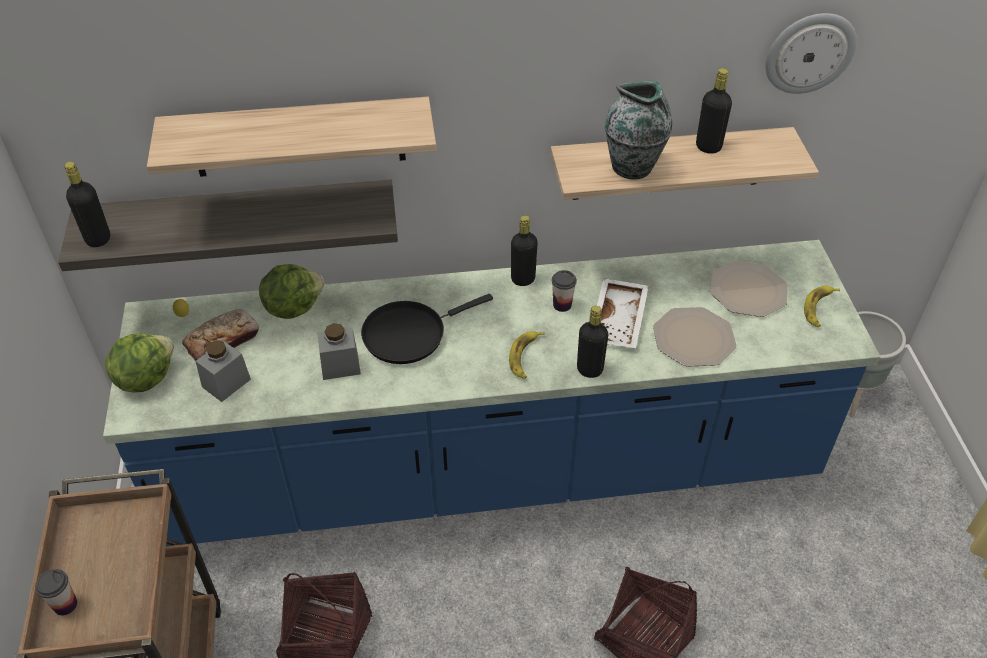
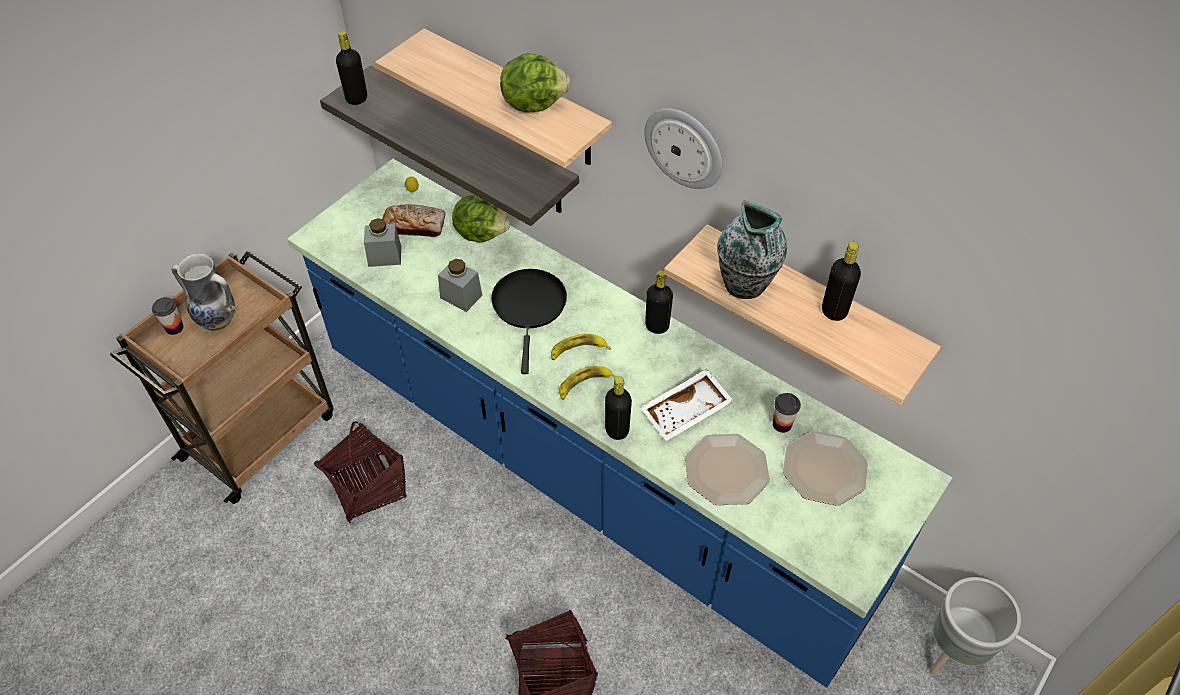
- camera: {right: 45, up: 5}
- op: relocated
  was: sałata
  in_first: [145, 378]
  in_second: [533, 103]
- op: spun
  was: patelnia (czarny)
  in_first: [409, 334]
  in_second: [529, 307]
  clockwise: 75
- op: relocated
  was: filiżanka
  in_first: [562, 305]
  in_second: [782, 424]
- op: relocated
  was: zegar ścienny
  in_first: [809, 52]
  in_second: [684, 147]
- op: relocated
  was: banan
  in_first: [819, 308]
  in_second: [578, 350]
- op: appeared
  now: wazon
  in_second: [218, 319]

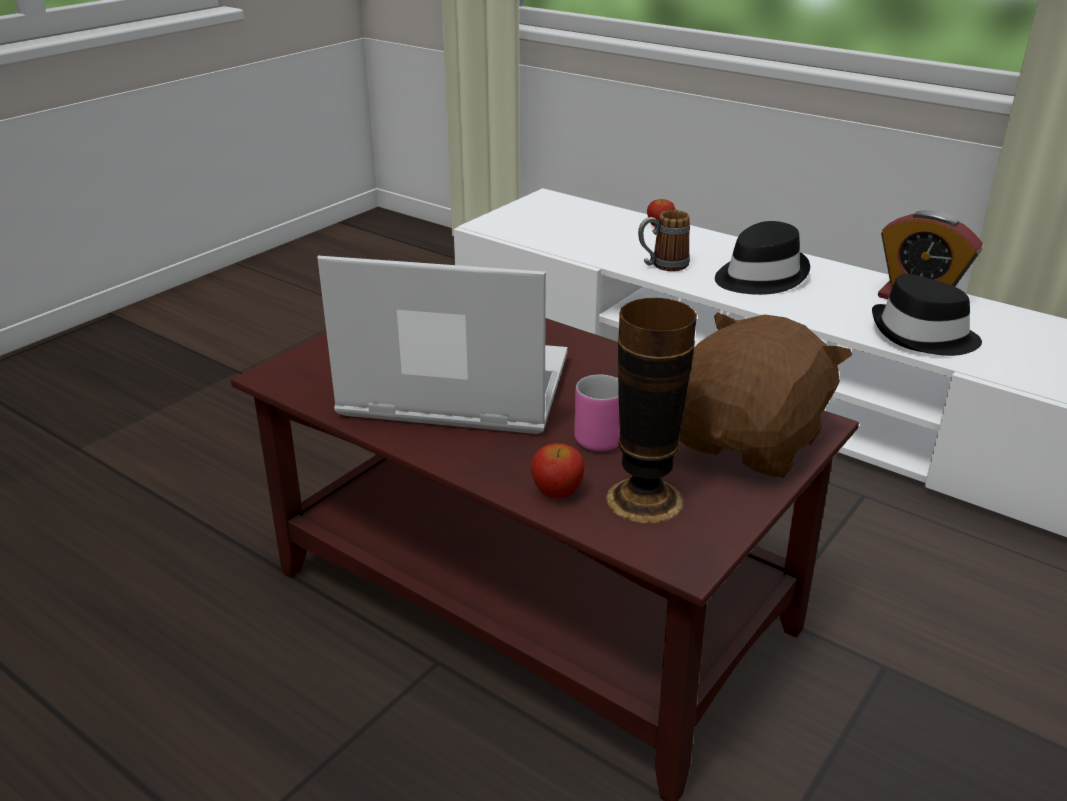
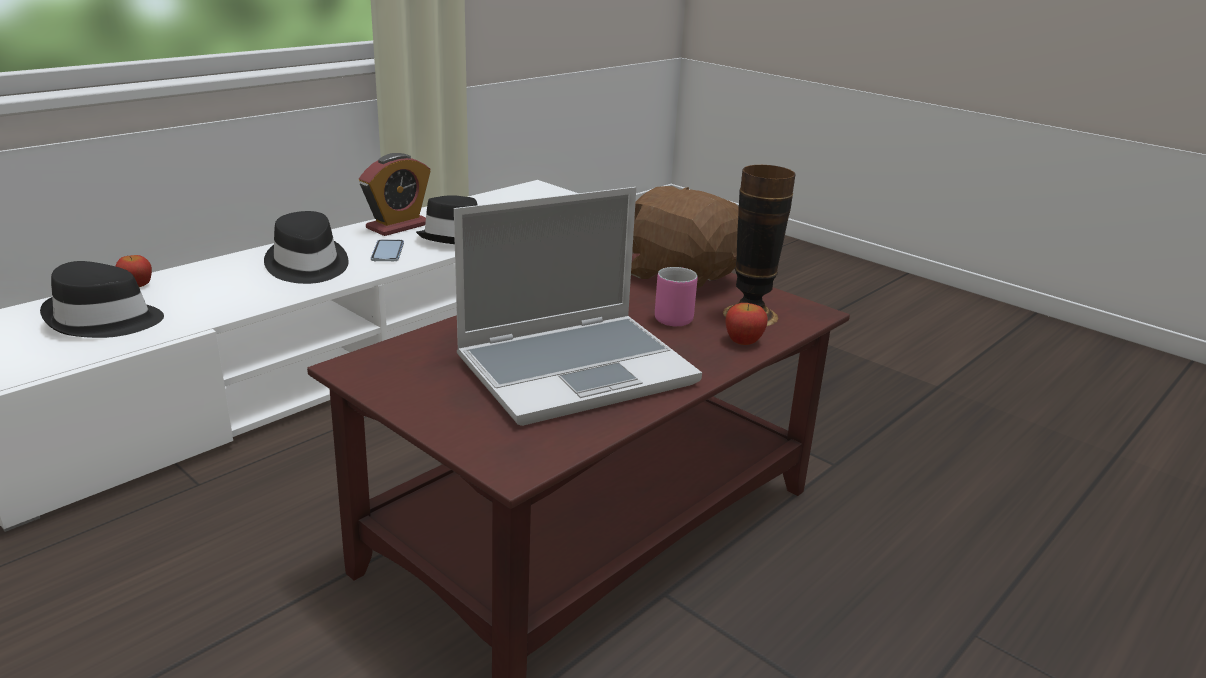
- camera: {right: -85, up: -5}
- op: spun
  was: laptop
  in_first: [452, 389]
  in_second: [577, 369]
  clockwise: -135
- op: missing
  was: kubek
  in_first: [662, 265]
- op: appeared
  now: kapelusz (czarny)
  in_second: [103, 320]
- op: appeared
  now: telefon
  in_second: [387, 252]

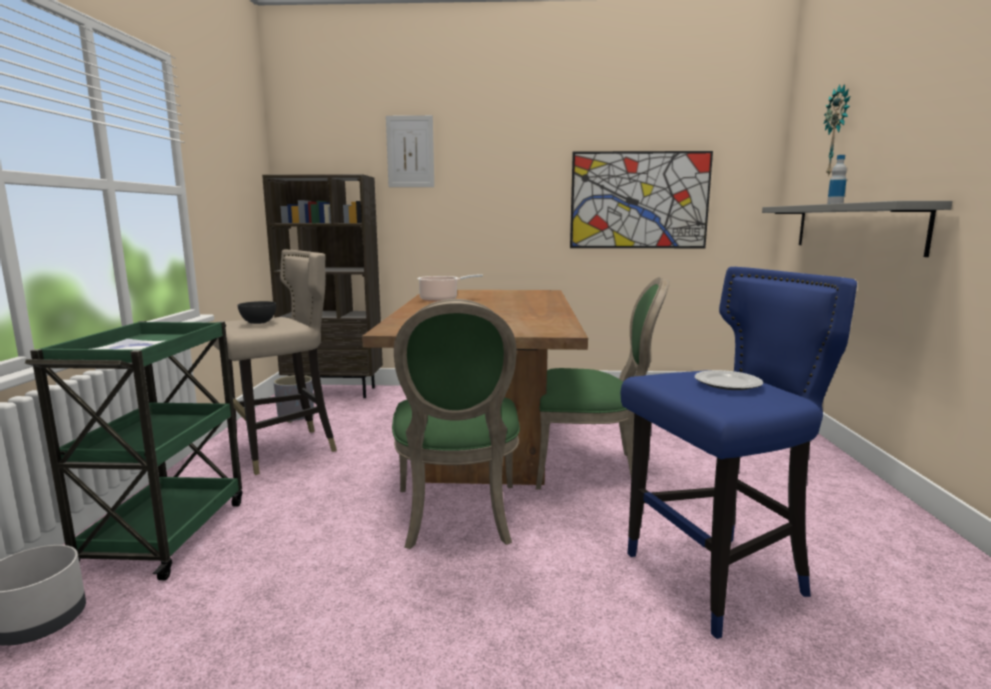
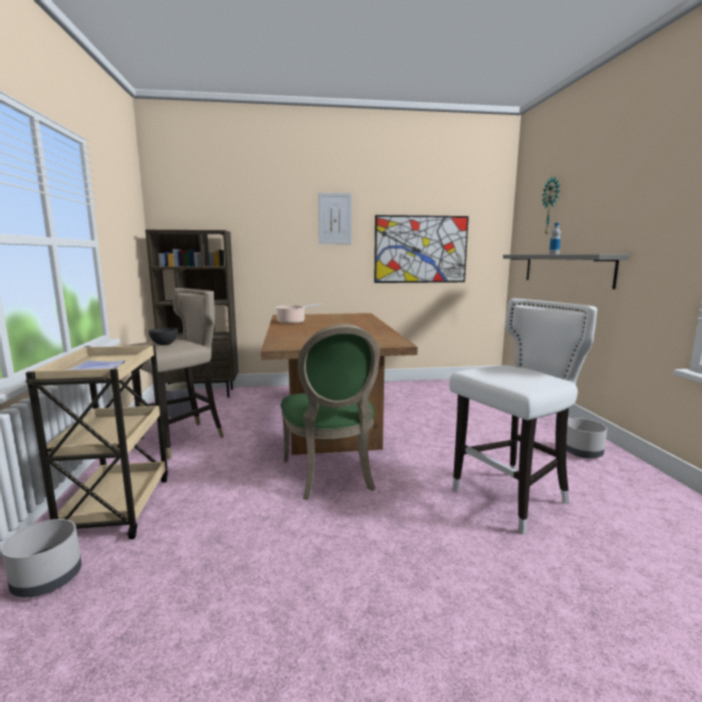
- camera: {right: -10, up: 0}
- op: colour
  was: wózek (zielony)
  now: wózek (beżowy)
  in_first: [166, 534]
  in_second: [118, 506]
- op: relocated
  was: obraz
  in_first: [410, 151]
  in_second: [335, 219]
- op: missing
  was: krzesło (zielony)
  in_first: [591, 468]
- op: colour
  was: stołek (niebieski)
  now: stołek (biały)
  in_first: [715, 580]
  in_second: [511, 499]
- op: missing
  was: talerz
  in_first: [727, 384]
- op: appeared
  now: donica (szary)
  in_second: [582, 453]

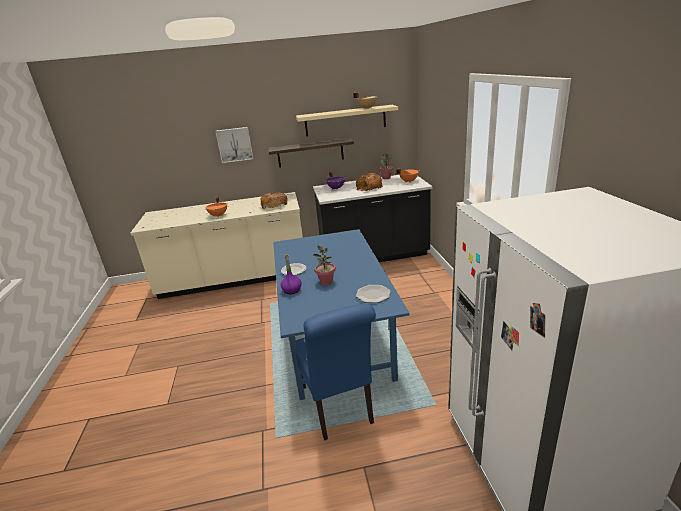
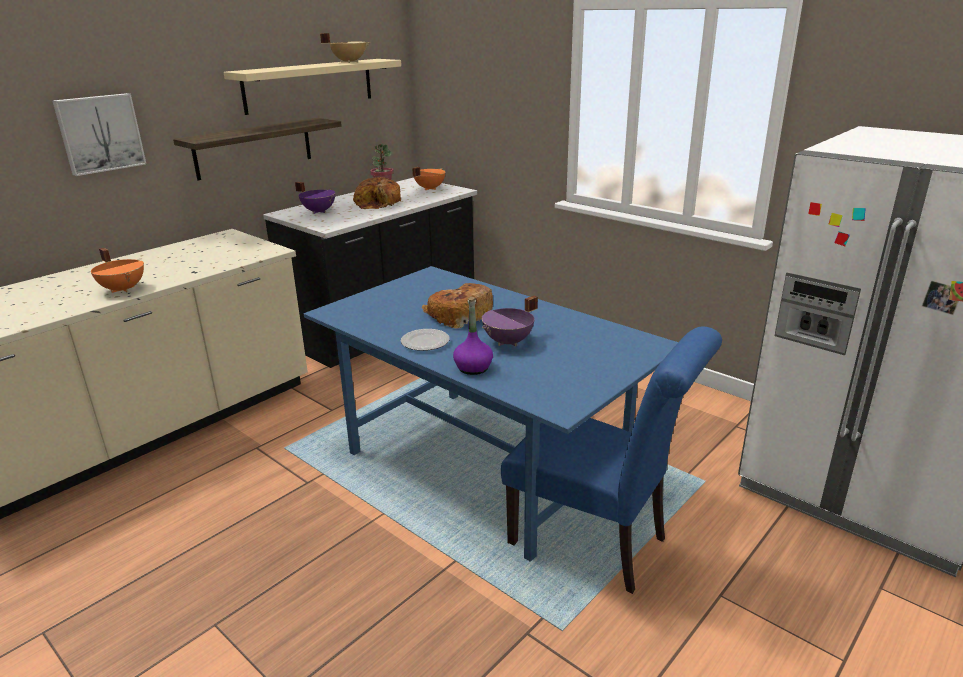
- camera: {right: -40, up: 0}
- op: relocated
  was: chleb
  in_first: [274, 205]
  in_second: [459, 315]
- op: exchanged
  was: roślina doniczkowa
  now: garnek (fioletowy)
  in_first: [326, 282]
  in_second: [509, 342]
- op: missing
  was: talerz
  in_first: [373, 294]

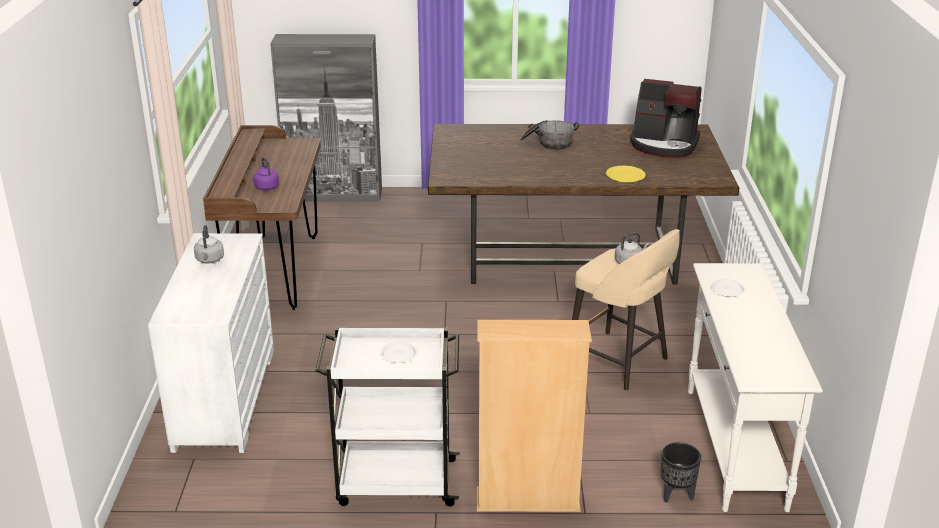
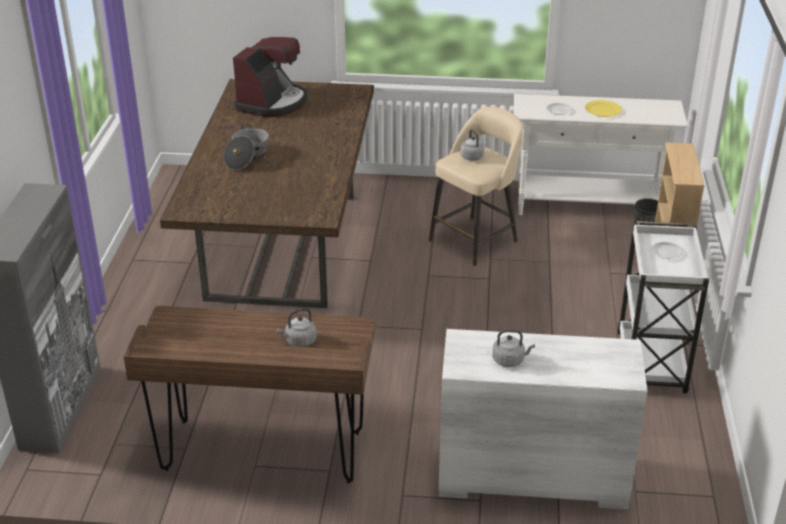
- camera: {right: -85, up: 5}
- op: colour
  was: czajnik (fioletowy)
  now: czajnik (szary)
  in_first: [266, 186]
  in_second: [299, 341]
- op: relocated
  was: talerz (żółty)
  in_first: [625, 176]
  in_second: [603, 110]

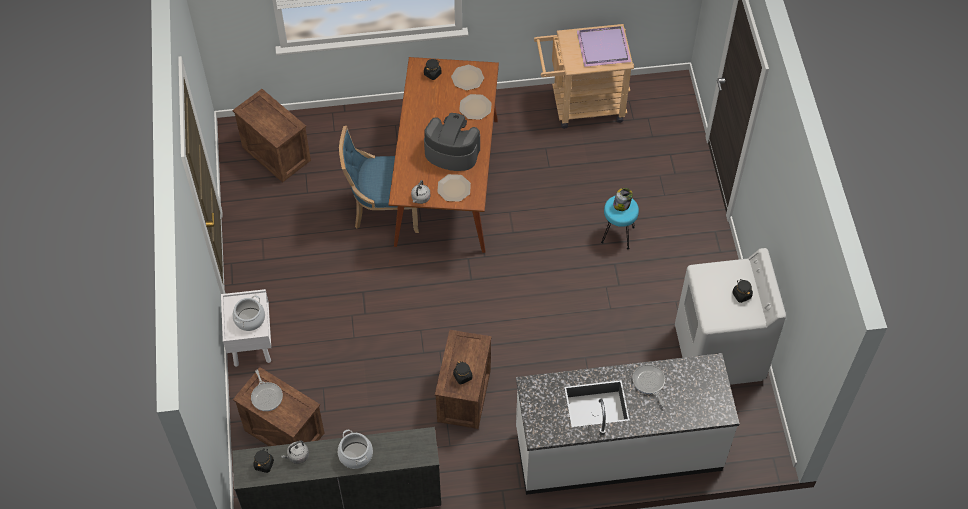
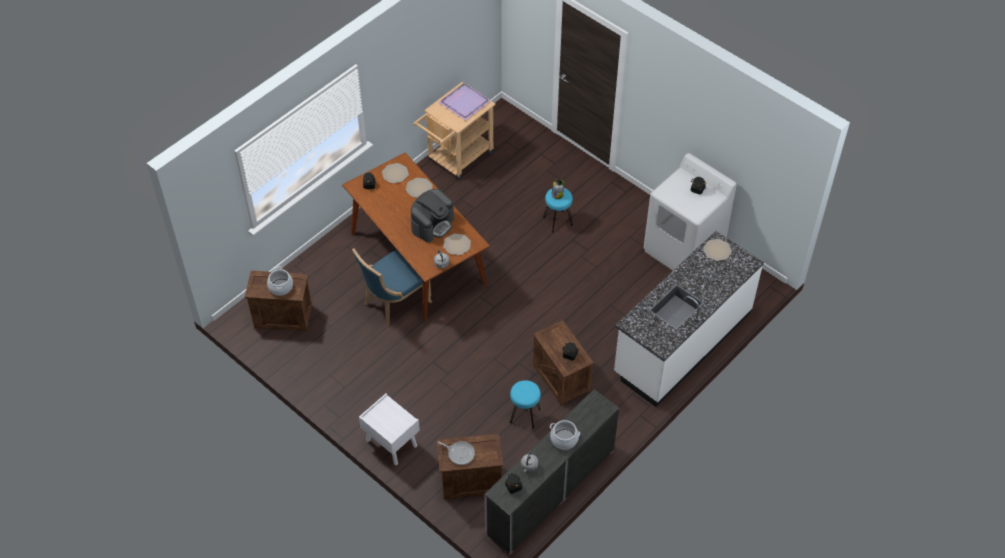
- camera: {right: -40, up: -5}
- op: relocated
  was: garnek
  in_first: [250, 319]
  in_second: [281, 287]
- op: spun
  was: ekspres do kawy
  in_first: [451, 152]
  in_second: [432, 224]
  clockwise: 150
- op: missing
  was: patelnia
  in_first: [649, 382]
- op: appeared
  now: stołek (turkusowy)
  in_second: [524, 415]
- op: appeared
  now: talerz
  in_second: [717, 250]

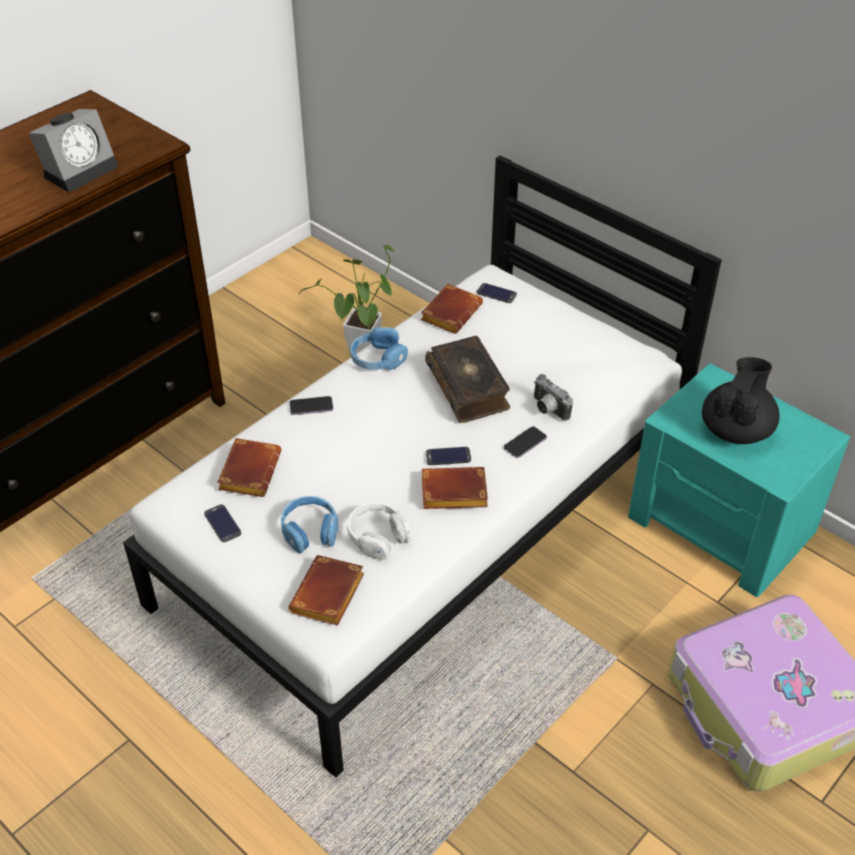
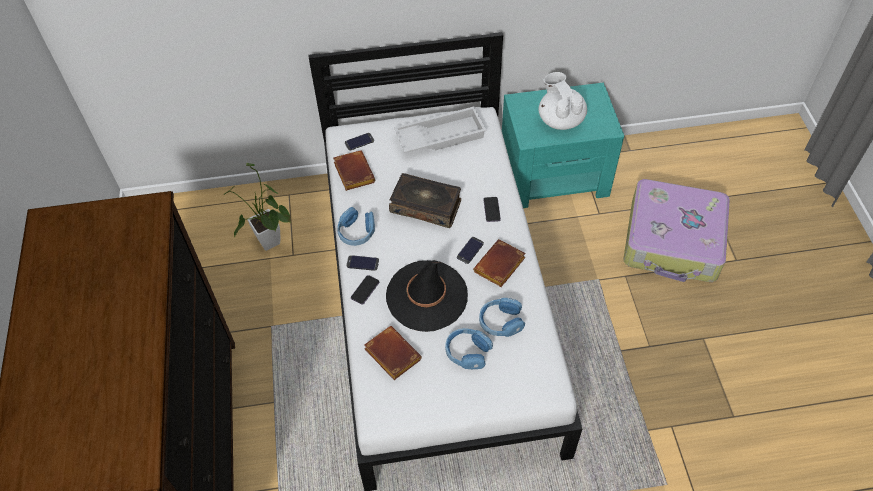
- camera: {right: -50, up: 10}
- op: missing
  was: budzik
  in_first: [81, 170]
- op: relocated
  was: telefon
  in_first: [222, 523]
  in_second: [362, 263]
- op: missing
  was: książka (brązowy)
  in_first: [328, 597]
- op: colour
  was: słuchawki (biały)
  now: słuchawki (niebieski)
  in_first: [377, 537]
  in_second: [500, 322]
- op: missing
  was: aparat fotograficzny
  in_first: [547, 409]
- op: colour
  was: imbryk (czarny)
  now: imbryk (biały)
  in_first: [736, 429]
  in_second: [560, 119]
- op: appeared
  now: kapelusz (czarny)
  in_second: [427, 296]
- op: appeared
  now: taca (biały)
  in_second: [440, 135]

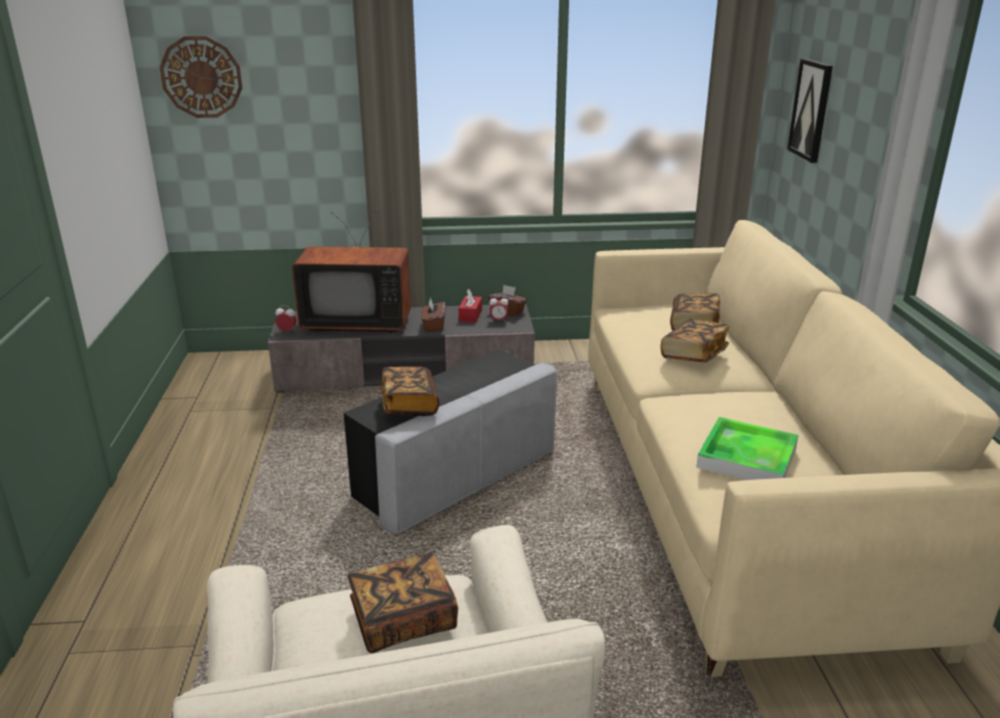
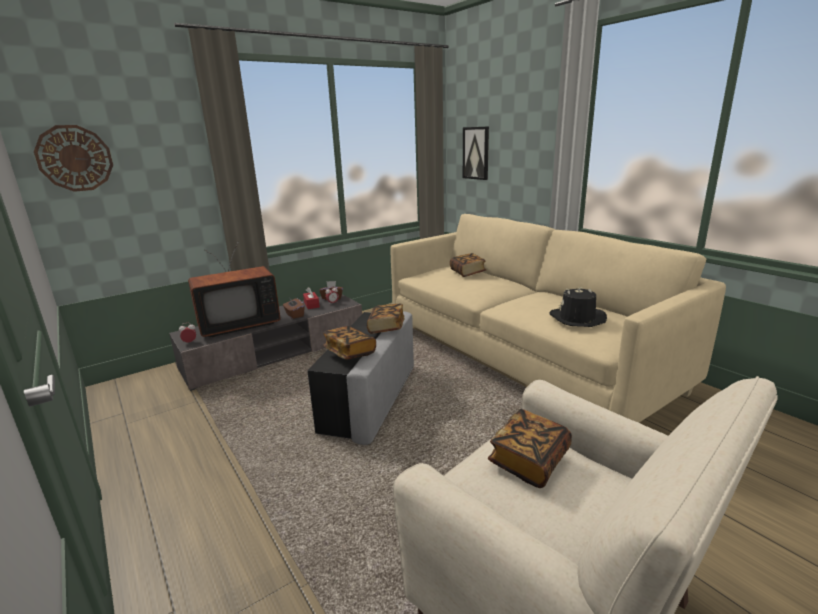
- camera: {right: -30, up: -5}
- op: relocated
  was: książka
  in_first: [693, 355]
  in_second: [386, 327]
- op: exchanged
  was: taca
  now: kapelusz (czarny)
  in_first: [747, 457]
  in_second: [577, 318]

